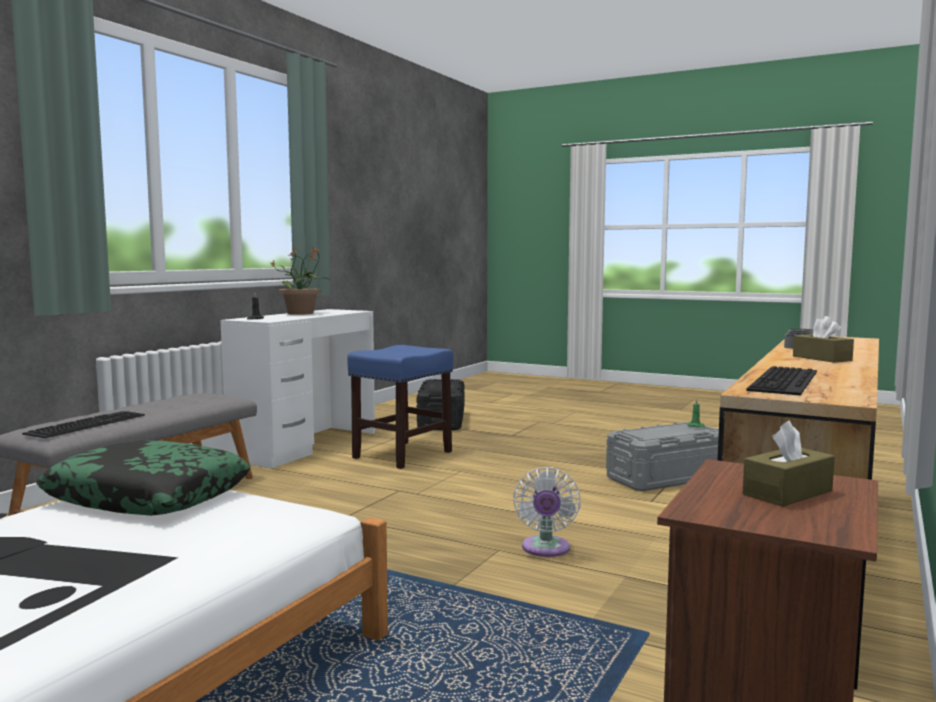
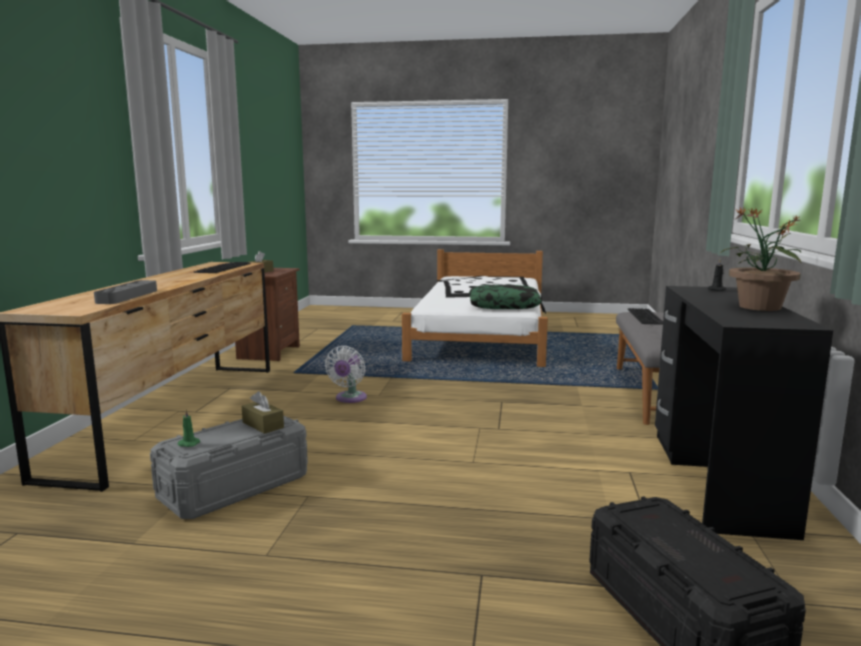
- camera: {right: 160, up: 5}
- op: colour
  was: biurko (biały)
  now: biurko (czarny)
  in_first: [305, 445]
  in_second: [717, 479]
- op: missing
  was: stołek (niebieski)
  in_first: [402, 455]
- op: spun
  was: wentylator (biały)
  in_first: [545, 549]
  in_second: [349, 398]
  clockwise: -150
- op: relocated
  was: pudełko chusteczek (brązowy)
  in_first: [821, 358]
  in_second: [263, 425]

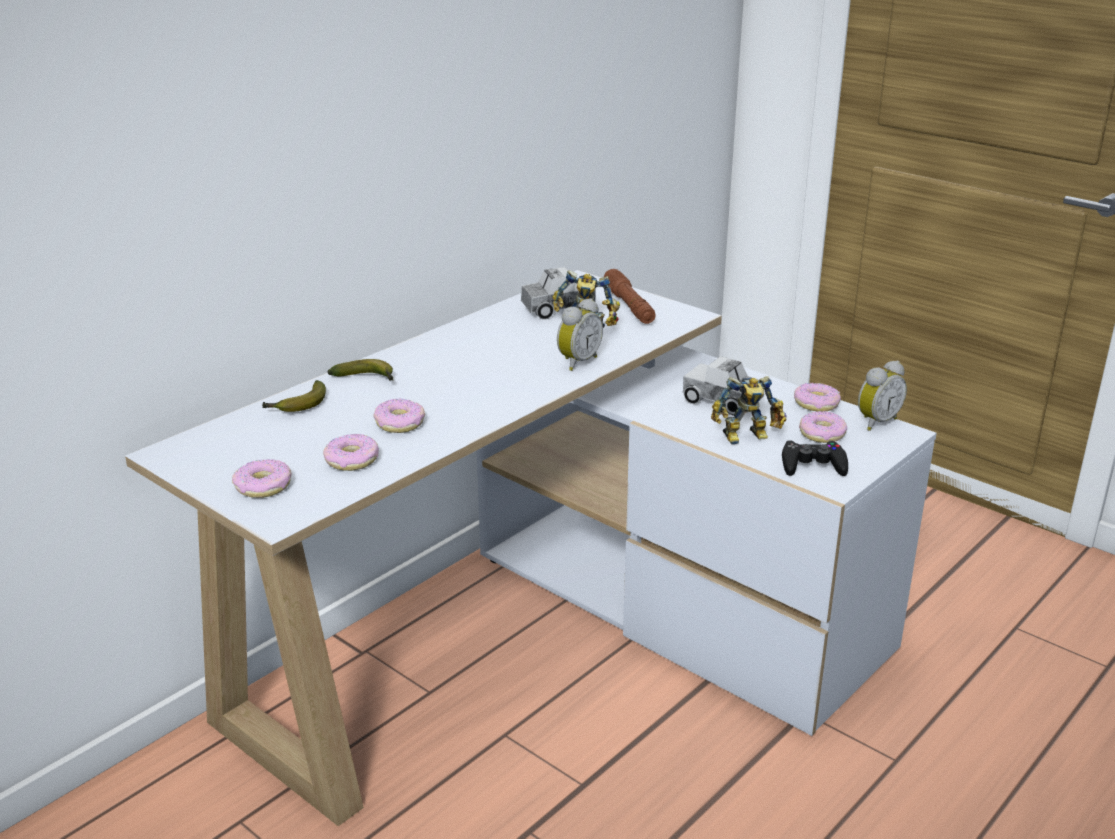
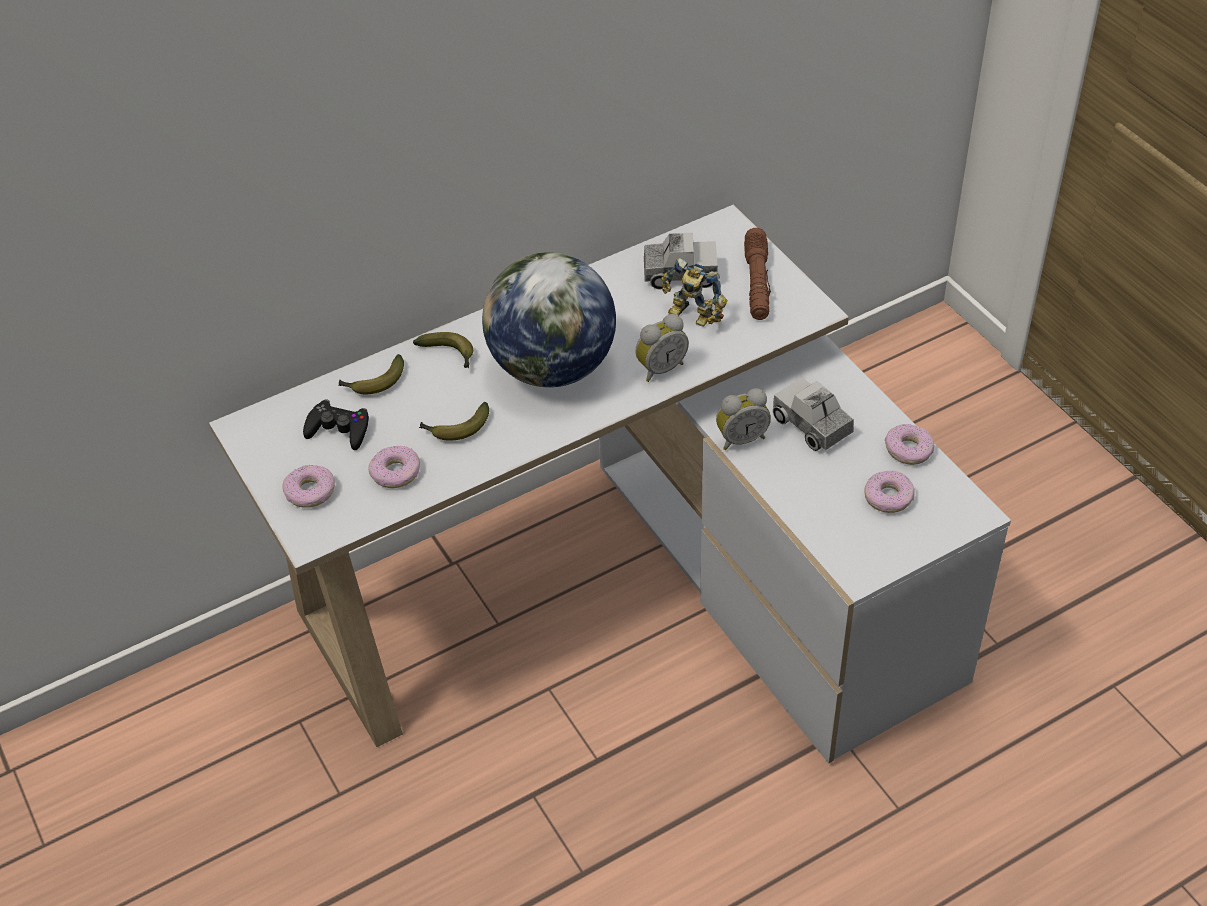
- camera: {right: 20, up: 20}
- op: exchanged
  was: donut
  now: banan
  in_first: [400, 423]
  in_second: [456, 429]
- op: missing
  was: robot zabawkowy
  in_first: [747, 437]
- op: relocated
  was: pad do gier (czarny)
  in_first: [812, 465]
  in_second: [339, 430]
- op: relocated
  was: budzik
  in_first: [875, 422]
  in_second: [741, 438]
- op: appeared
  now: globus
  in_second: [552, 368]

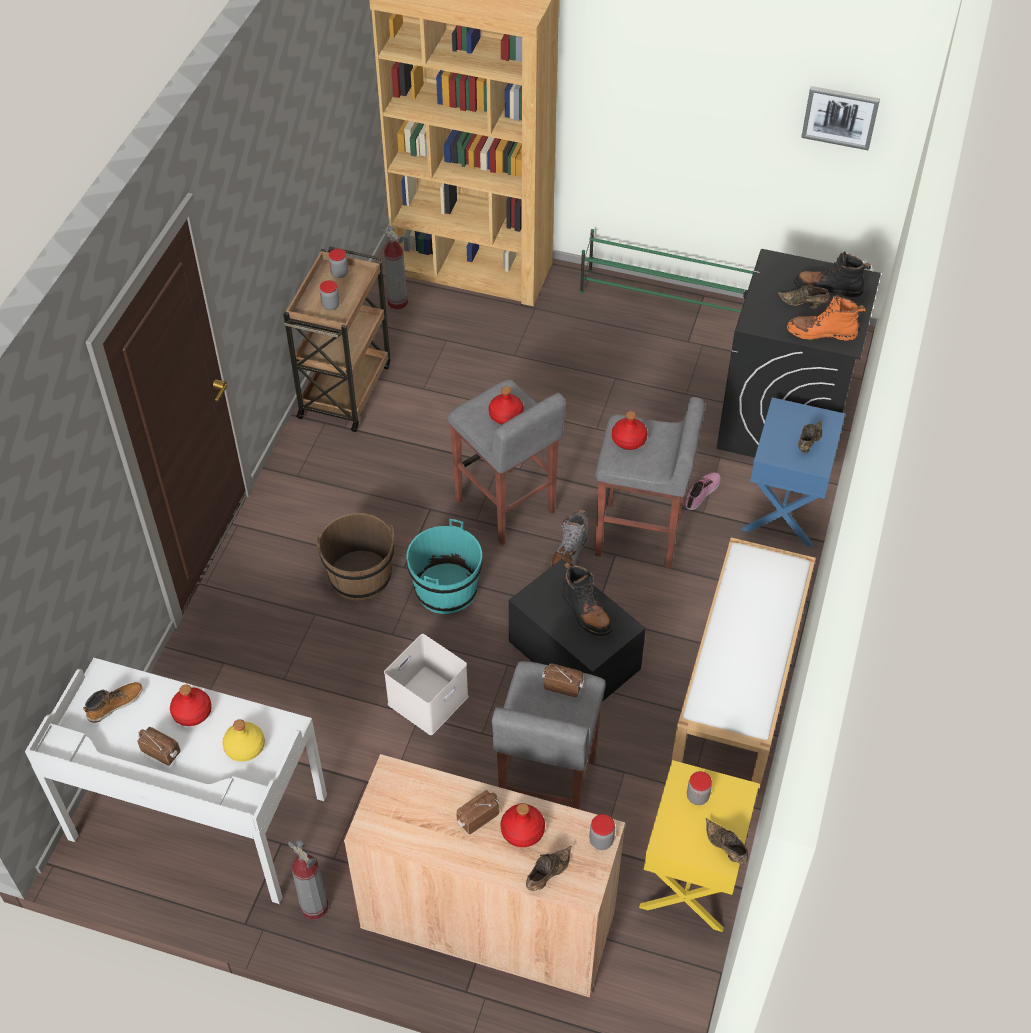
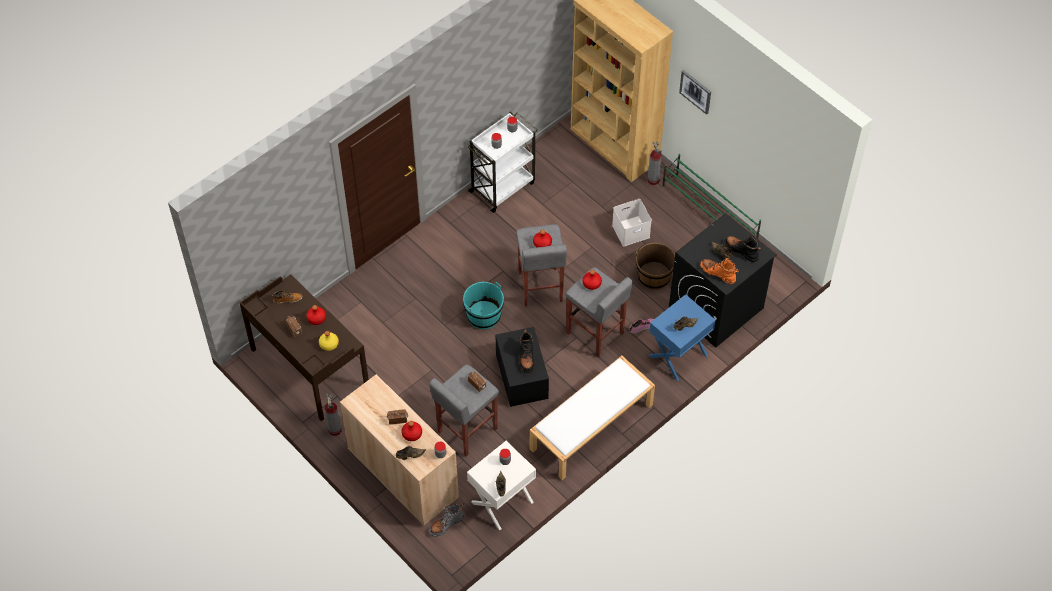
- camera: {right: 30, up: 5}
- op: colour
  was: biurko (biały)
  now: biurko (brązowy)
  in_first: [197, 818]
  in_second: [309, 367]
- op: colour
  was: wózek (brązowy)
  now: wózek (biały)
  in_first: [345, 389]
  in_second: [503, 186]
- op: relocated
  was: wiadro (brązowy)
  in_first: [360, 576]
  in_second: [654, 276]
- op: relocated
  was: gaśnica
  in_first: [397, 302]
  in_second: [653, 180]
- op: relocated
  was: pojemnik do przechowywania (biały)
  in_first: [428, 701]
  in_second: [630, 231]
- op: relocated
  was: but z cholewką (szary)
  in_first: [568, 556]
  in_second: [446, 524]
- op: colour
  was: szafka nocna (żółty)
  now: szafka nocna (biały)
  in_first: [692, 880]
  in_second: [502, 502]
- op: relocated
  was: obraz
  in_first: [840, 117]
  in_second: [696, 91]

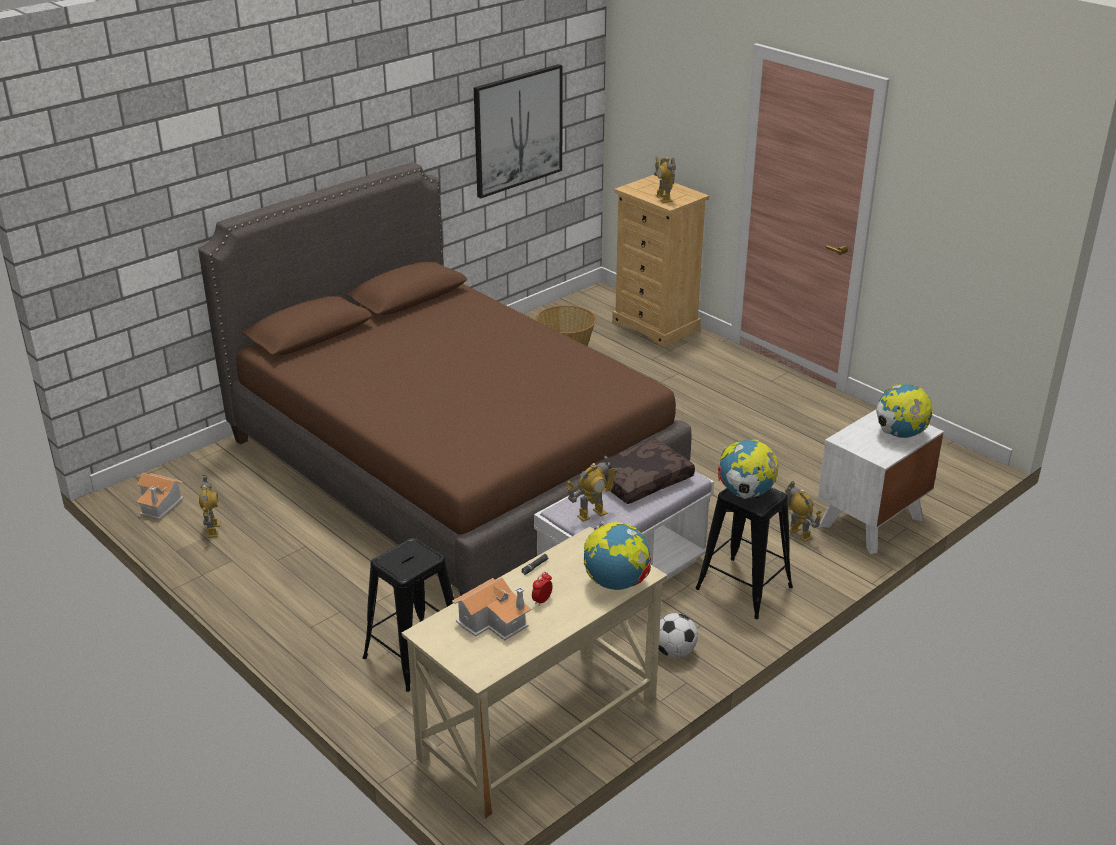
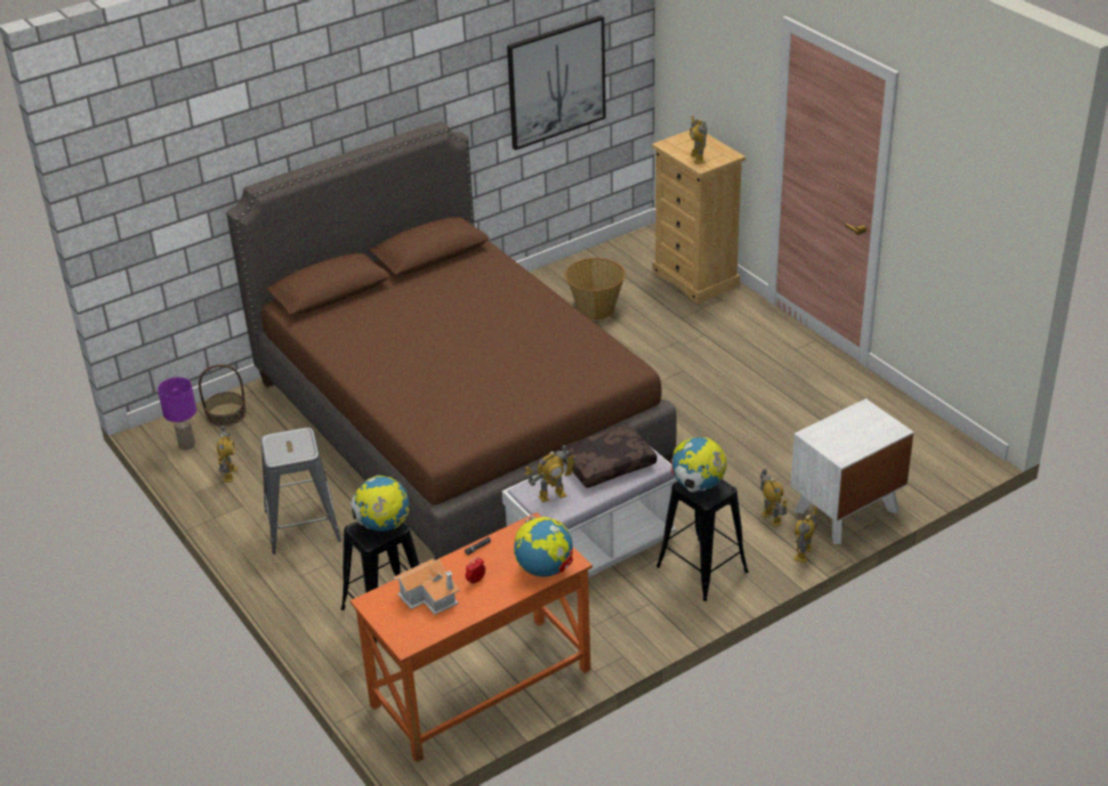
- camera: {right: 10, up: 5}
- op: exchanged
  was: domek
  now: lampa stołowa (fioletowy)
  in_first: [160, 504]
  in_second: [187, 445]
- op: colour
  was: biurko (beżowy)
  now: biurko (pomarańczowy)
  in_first: [539, 729]
  in_second: [481, 688]
- op: missing
  was: piłka futbolowa
  in_first: [674, 652]
- op: relocated
  was: globus
  in_first: [899, 434]
  in_second: [383, 525]
- op: appeared
  now: koszyk
  in_second: [226, 414]
- op: appeared
  now: stołek (szary)
  in_second: [303, 526]
- op: appeared
  now: robot zabawkowy
  in_second: [804, 554]

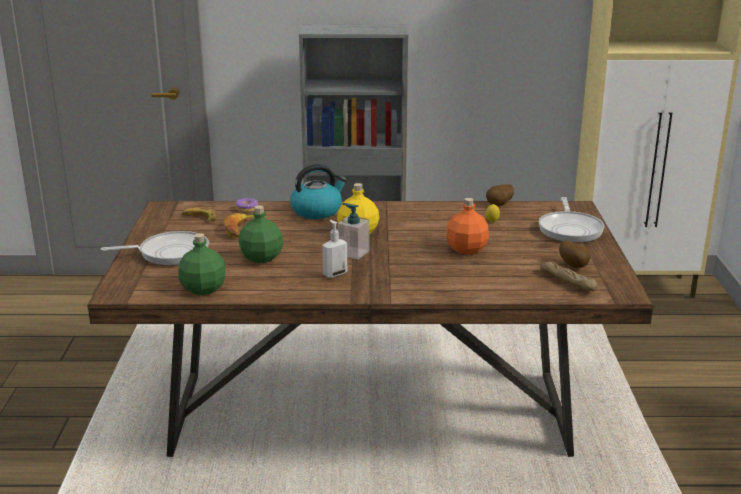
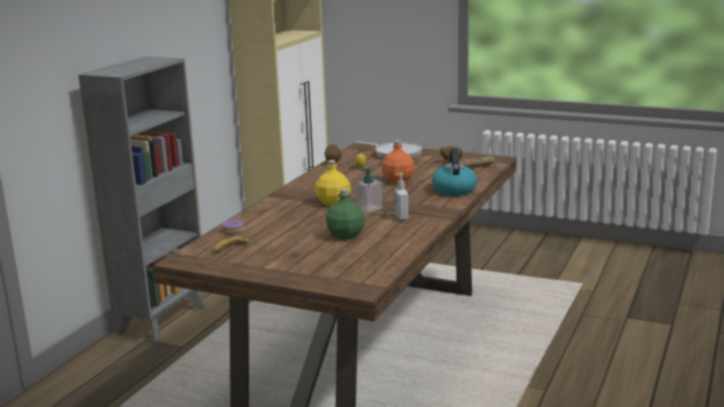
- camera: {right: -65, up: -5}
- op: missing
  was: patelnia
  in_first: [170, 253]
- op: missing
  was: butelka (zielony)
  in_first: [203, 289]
- op: missing
  was: banan
  in_first: [241, 229]
- op: relocated
  was: czajnik
  in_first: [317, 211]
  in_second: [454, 190]

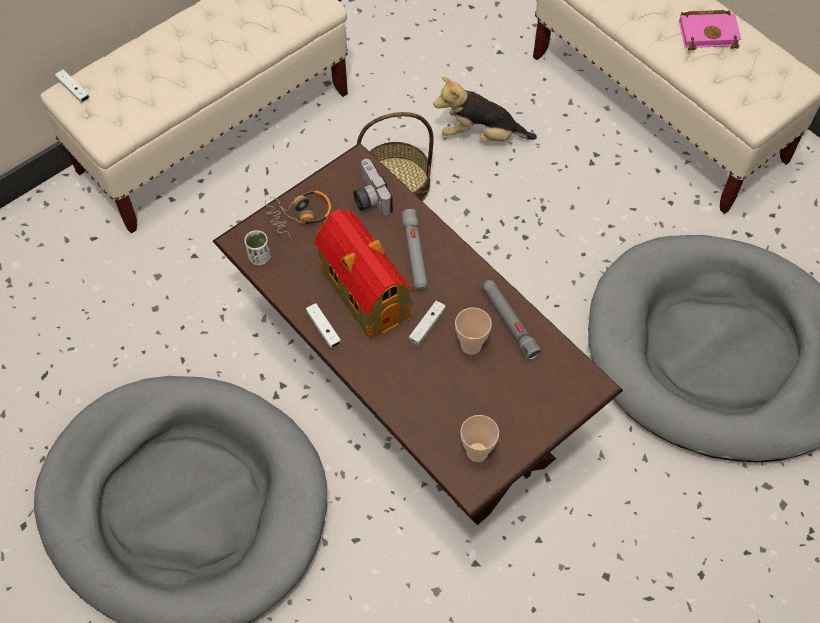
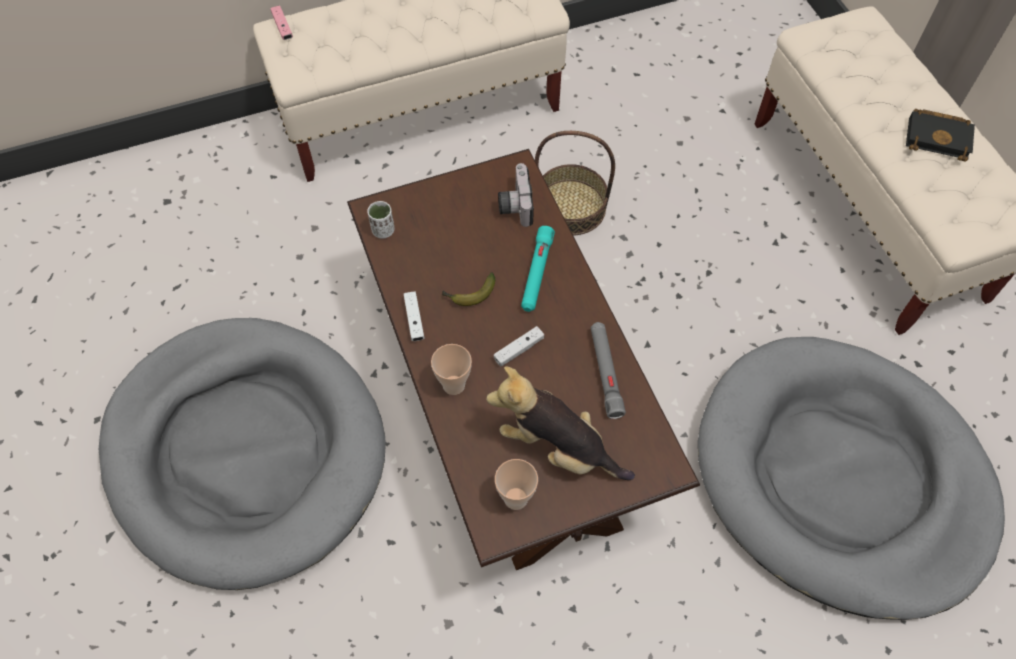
- camera: {right: 20, up: 0}
- op: colour
  was: pad do gier (biały)
  now: pad do gier (różowy)
  in_first: [73, 90]
  in_second: [282, 27]
- op: missing
  was: słuchawki
  in_first: [300, 215]
- op: exchanged
  was: domek
  now: banan
  in_first: [363, 291]
  in_second: [469, 294]
- op: colour
  was: latarka (szary)
  now: latarka (turkusowy)
  in_first: [415, 254]
  in_second: [537, 273]
- op: relocated
  was: pluszak
  in_first: [481, 135]
  in_second: [557, 447]
- op: relocated
  was: filiżanka
  in_first: [471, 345]
  in_second: [453, 385]
- op: colour
  was: książka (różowy)
  now: książka (czarny)
  in_first: [709, 32]
  in_second: [939, 137]

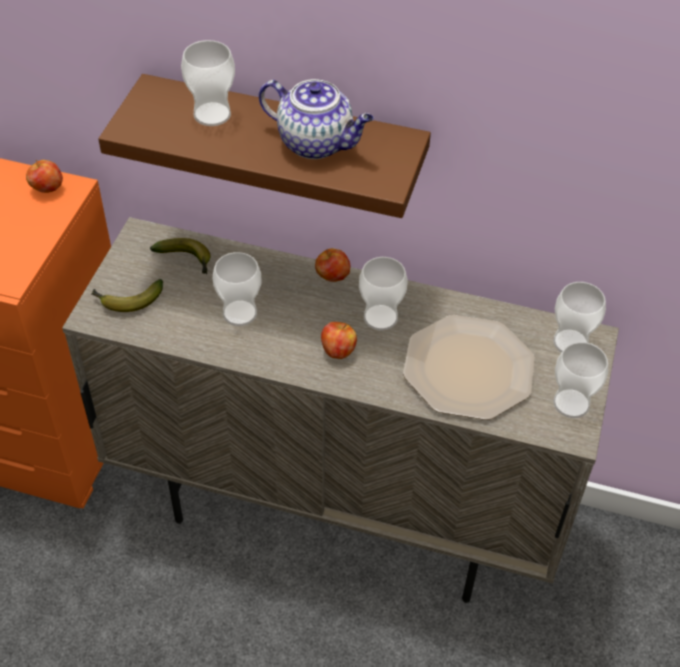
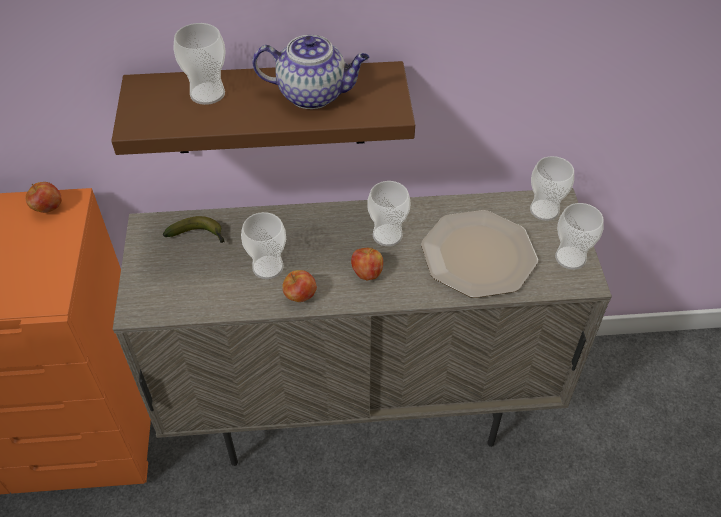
- camera: {right: -20, up: 0}
- op: missing
  was: banan
  in_first: [127, 300]
- op: relocated
  was: jabłko
  in_first: [332, 277]
  in_second: [300, 296]

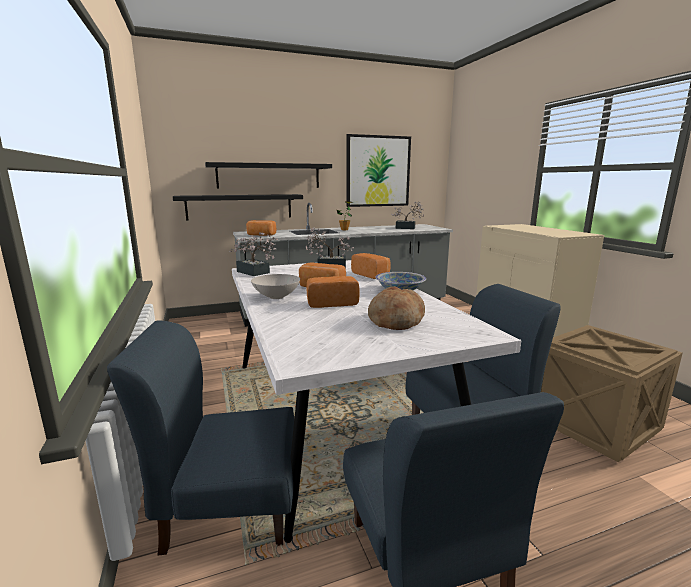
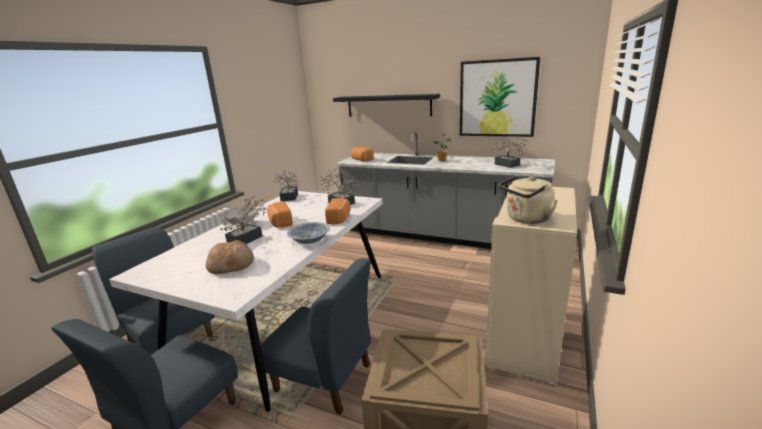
- camera: {right: 45, up: 5}
- op: missing
  was: półka (czarny)
  in_first: [239, 206]
- op: exchanged
  was: chleb
  now: roślina doniczkowa
  in_first: [331, 303]
  in_second: [248, 238]
- op: appeared
  now: czajnik (beżowy)
  in_second: [526, 219]

